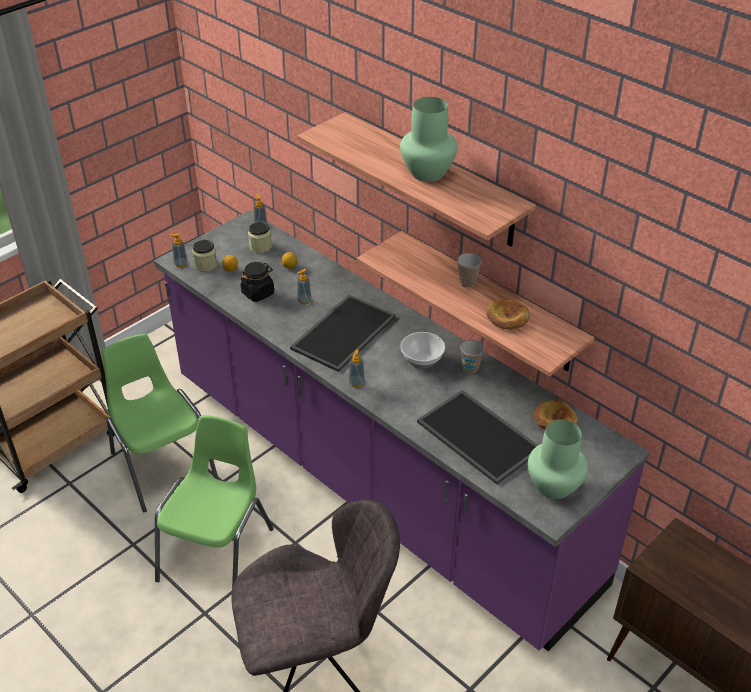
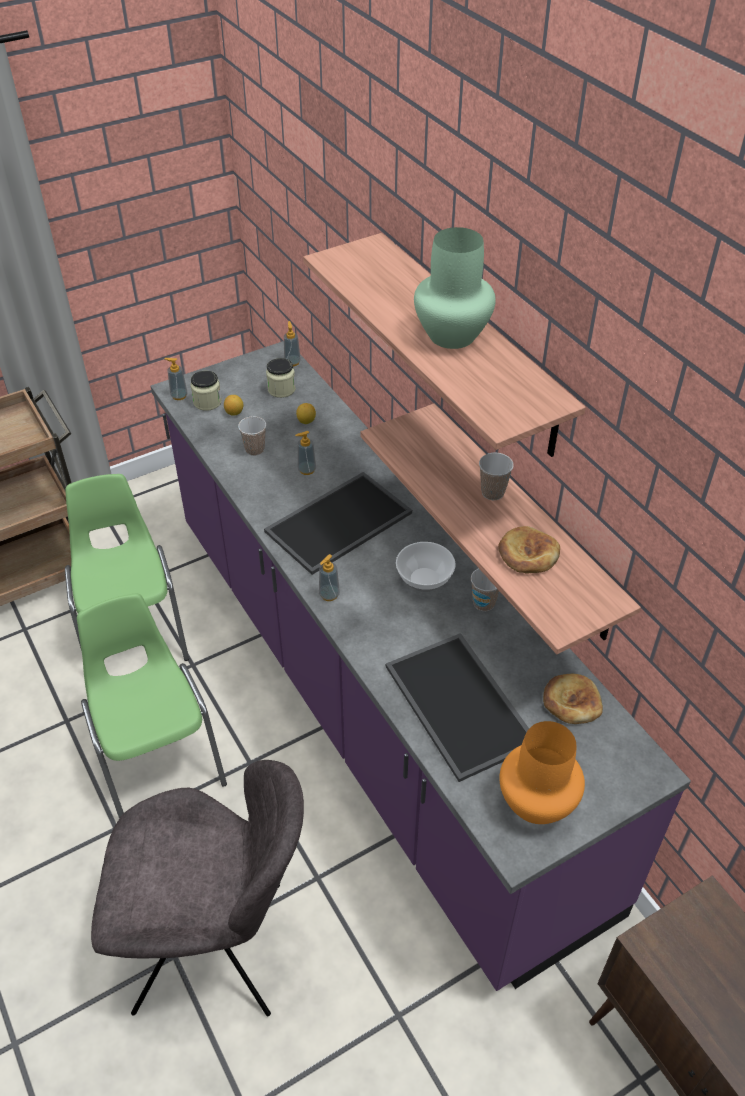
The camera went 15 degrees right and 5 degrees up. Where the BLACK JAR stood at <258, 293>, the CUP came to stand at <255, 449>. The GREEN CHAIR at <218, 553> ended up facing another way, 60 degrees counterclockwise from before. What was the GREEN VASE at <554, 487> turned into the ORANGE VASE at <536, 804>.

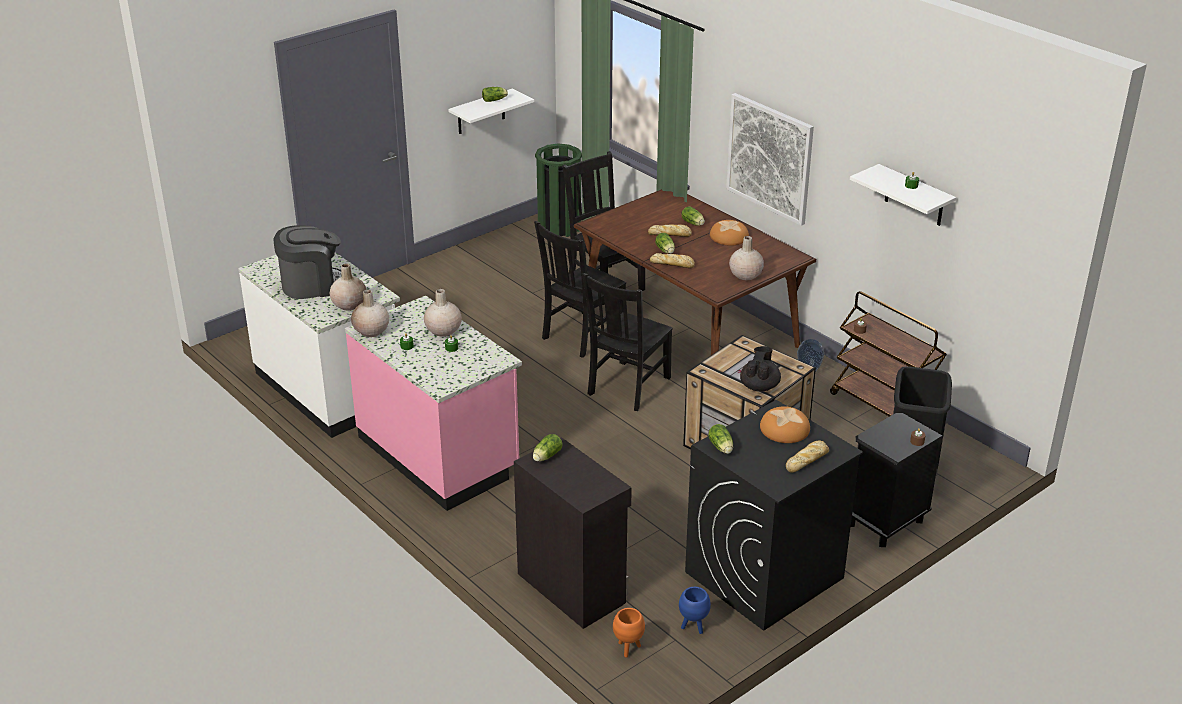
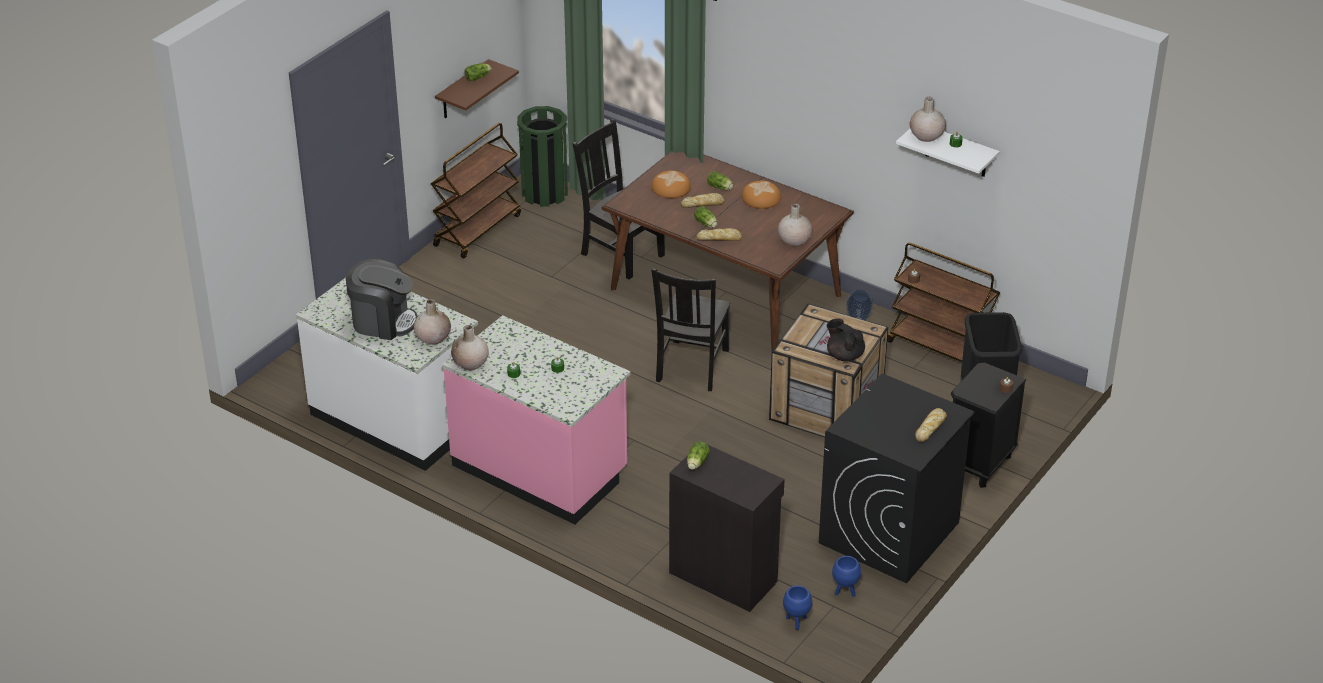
The camera went 15 degrees left and 5 degrees up. What was the WHITE SHELF at <481, 112> turned into the BROWN SHELF at <462, 90>. The second view lost the PICTURE at <769, 158>. The second view lost the BLACK CHAIR at <581, 335>. The COFFEE MACHINE at <312, 285> ended up facing another way, 45 degrees clockwise from before. The BEIGE VASE ended up elsewhere, having gone from <443, 330> to <926, 136>. The BLACK TEAPOT at <759, 386> ended up facing another way, 45 degrees counterclockwise from before. The BREAD ended up elsewhere, having gone from <784, 429> to <670, 188>. The second view lost the LETTUCE at <721, 448>. What was the ORANGE PLANTER at <628, 649> turned into the BLUE PLANTER at <796, 622>. The second view gained the BROWN CART at <477, 229>.

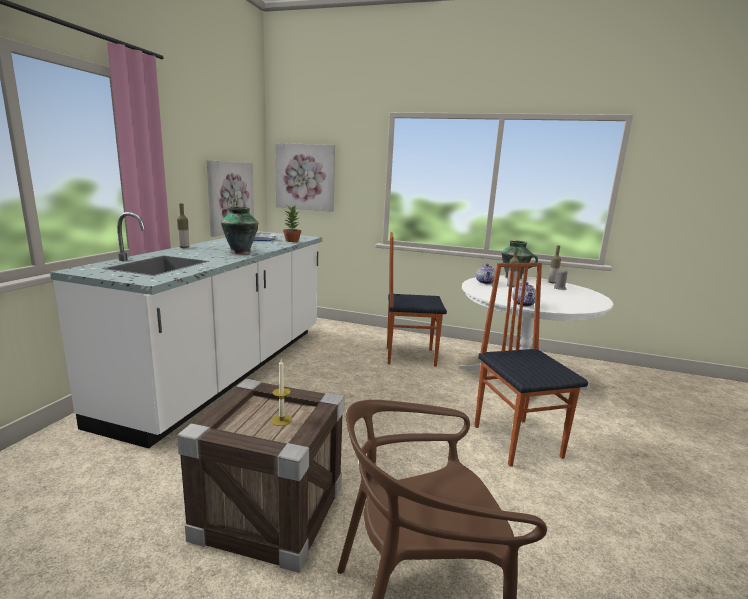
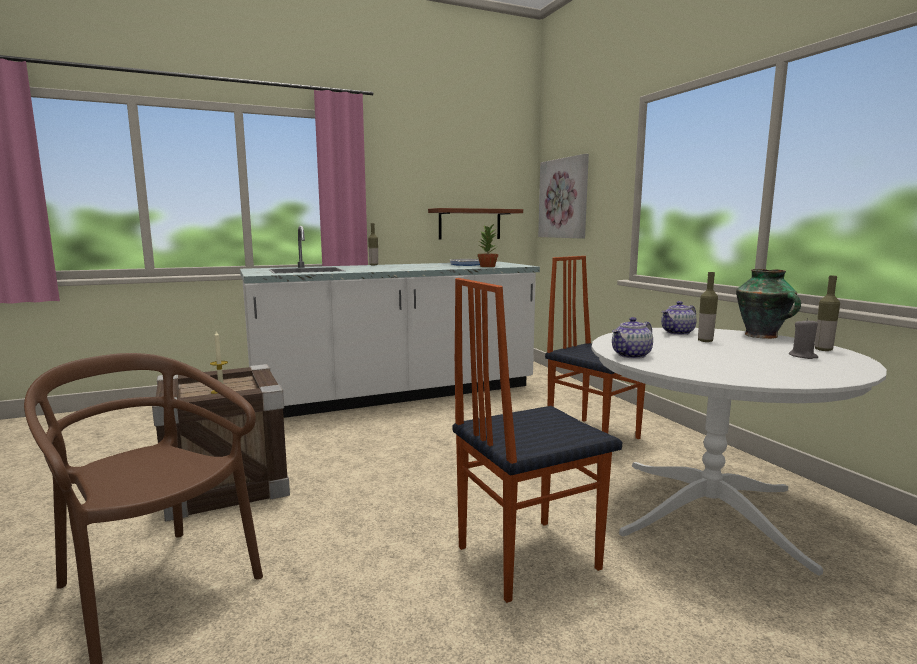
The camera went 50 degrees right and 5 degrees down. Where the PICTURE hung at <230, 197>, the BROWN SHELF came to hang at <469, 224>. The second view lost the VASE at <241, 252>. The CHAIR at <517, 440> ended up facing another way, 150 degrees counterclockwise from before.

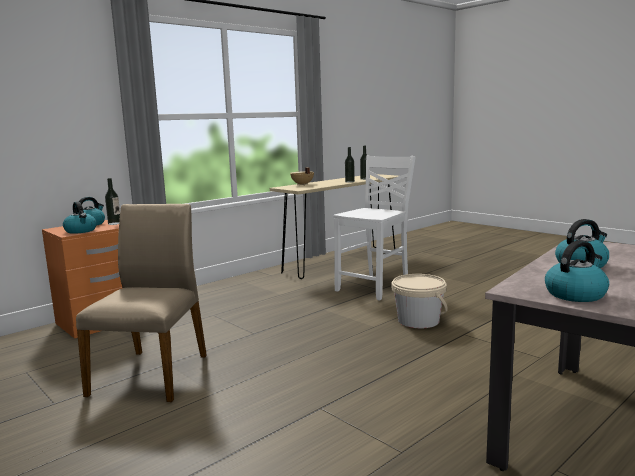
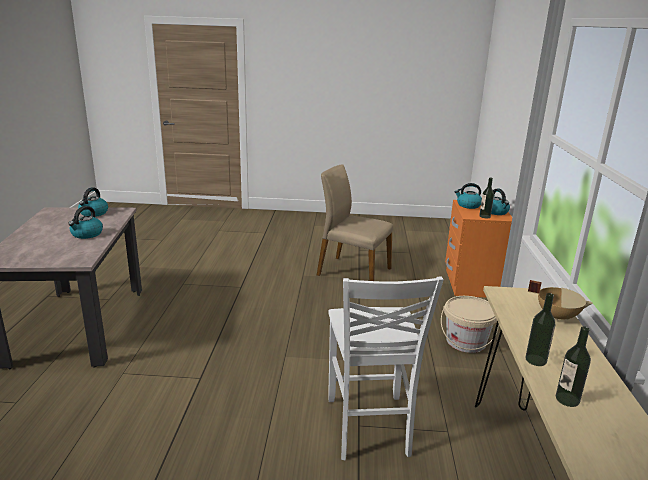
The camera went 135 degrees right and 10 degrees up. The BEIGE CHAIR at <152, 374> ended up facing another way, 150 degrees clockwise from before. The BEIGE BUCKET ended up elsewhere, having gone from <418, 321> to <466, 342>.

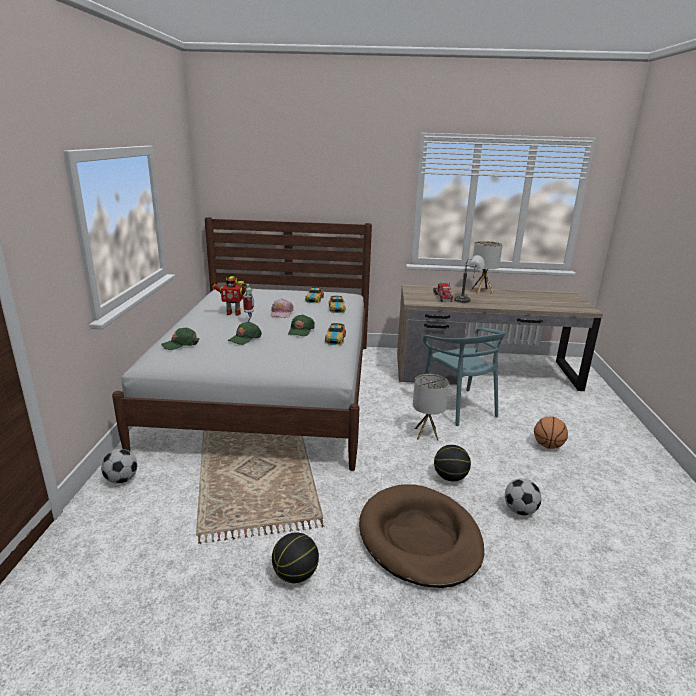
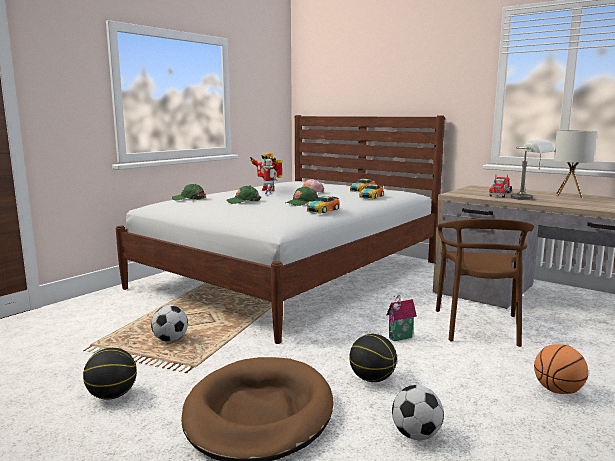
The camera went 35 degrees right and 10 degrees down. What was the TURQUOISE CHAIR at <459, 407> turned into the BROWN CHAIR at <479, 327>. Where the TABLE LAMP stood at <426, 434>, the TOY HOUSE came to stand at <401, 338>. The FOOTBALL ended up elsewhere, having gone from <121, 480> to <170, 340>.

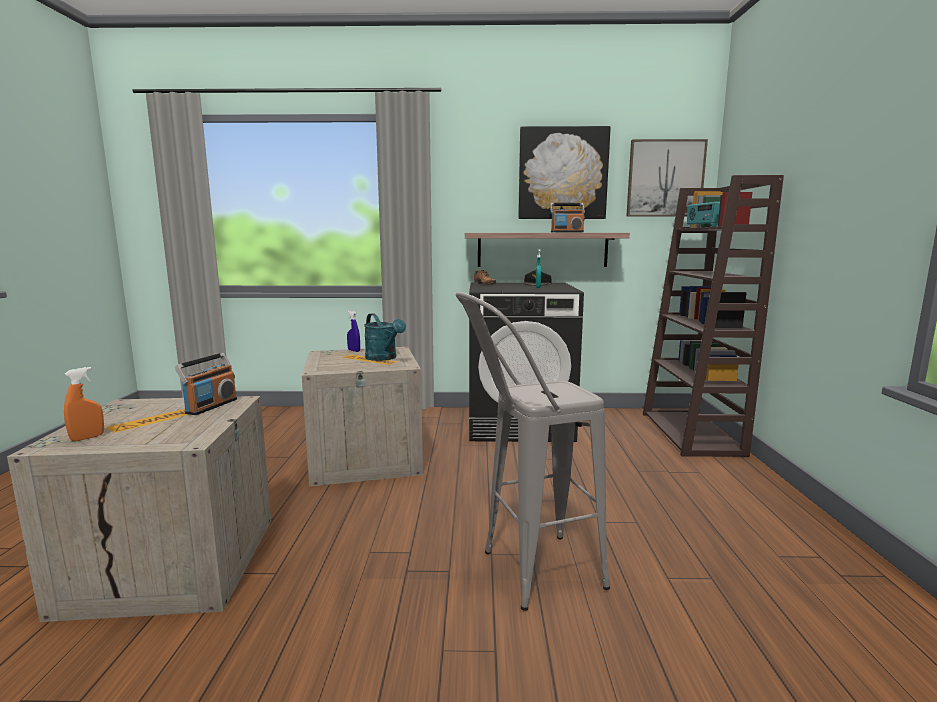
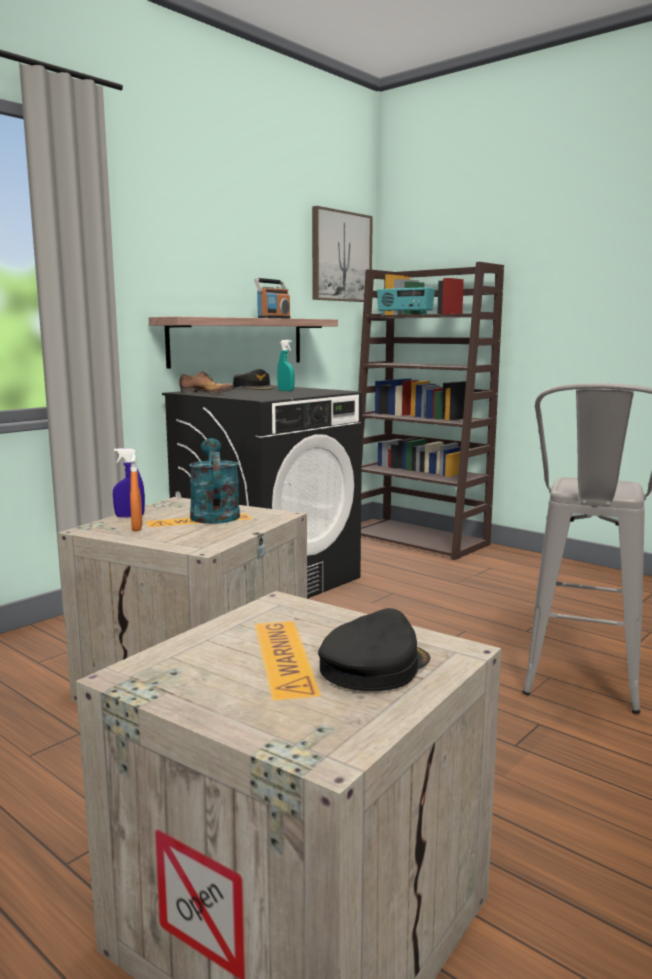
The camera went 50 degrees left and 0 degrees up. The second view lost the PICTURE at <562, 174>. The TURQUOISE WATERING CAN at <384, 358> ended up facing another way, 105 degrees counterclockwise from before. The second view lost the RADIO at <211, 406>. The ORANGE SPRAY BOTTLE ended up elsewhere, having gone from <87, 438> to <137, 528>. The second view gained the BLACK CAP at <373, 666>.

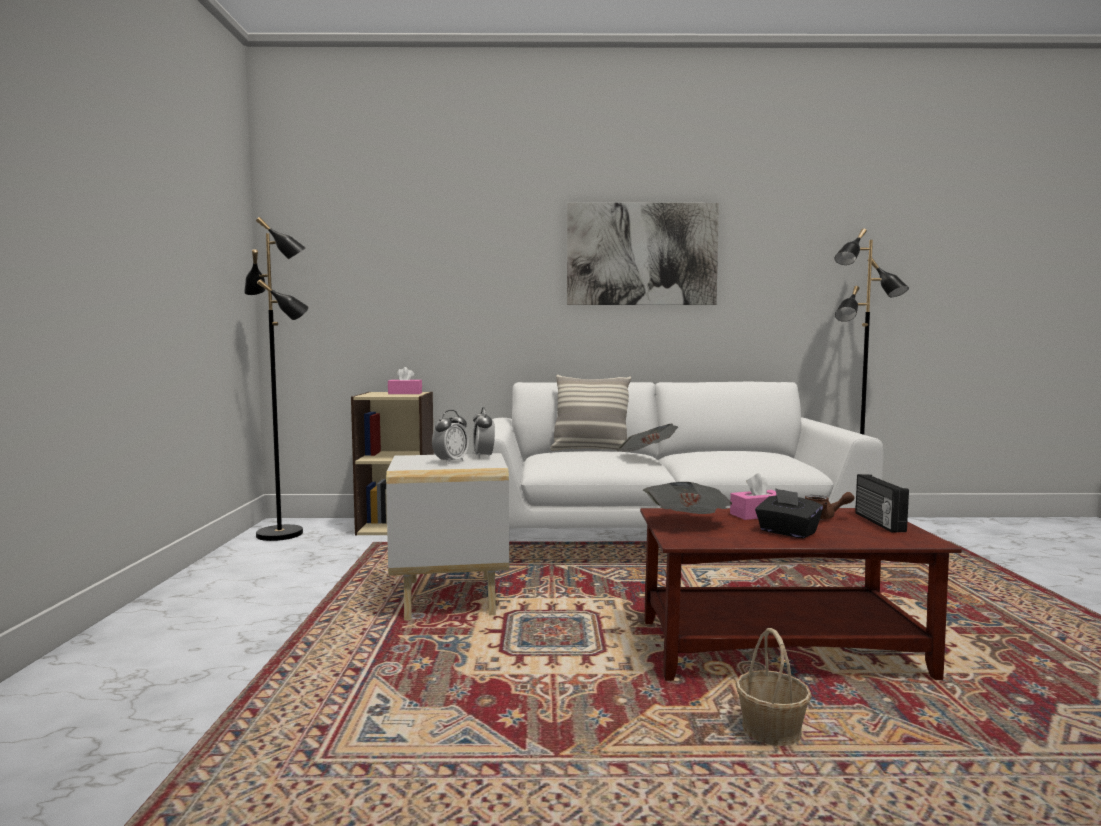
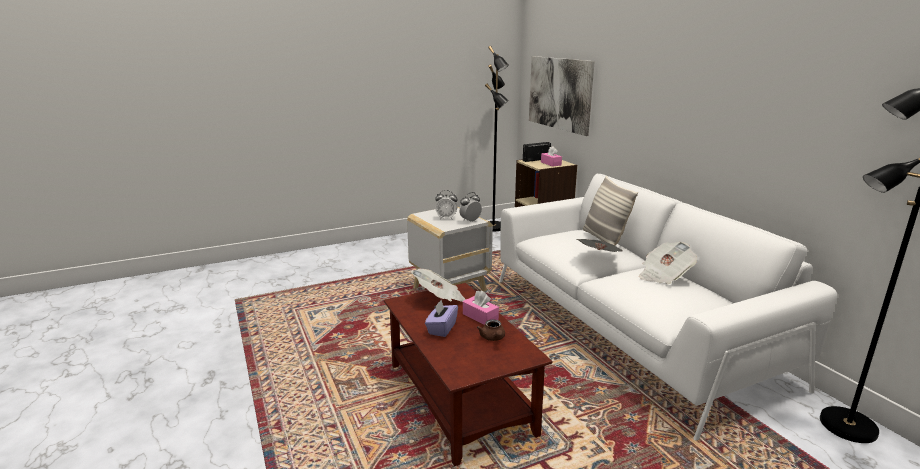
The camera went 65 degrees right and 15 degrees up. The PICTURE ended up elsewhere, having gone from <642, 254> to <559, 93>. The RADIO ended up elsewhere, having gone from <878, 522> to <536, 159>. What was the BLACK TISSUE BOX at <787, 532> turned into the PURPLE TISSUE BOX at <441, 328>. The second view lost the BASKET at <771, 731>. The second view gained the NEWSPAPER at <664, 276>.

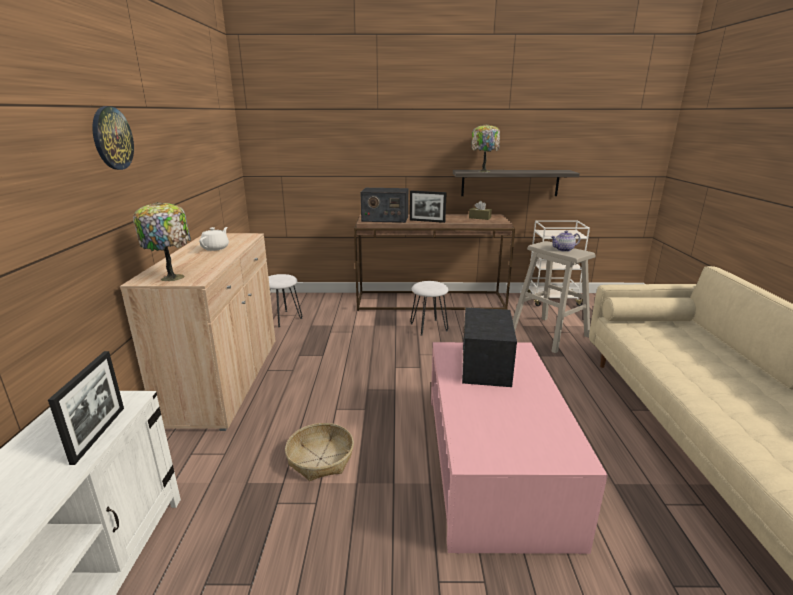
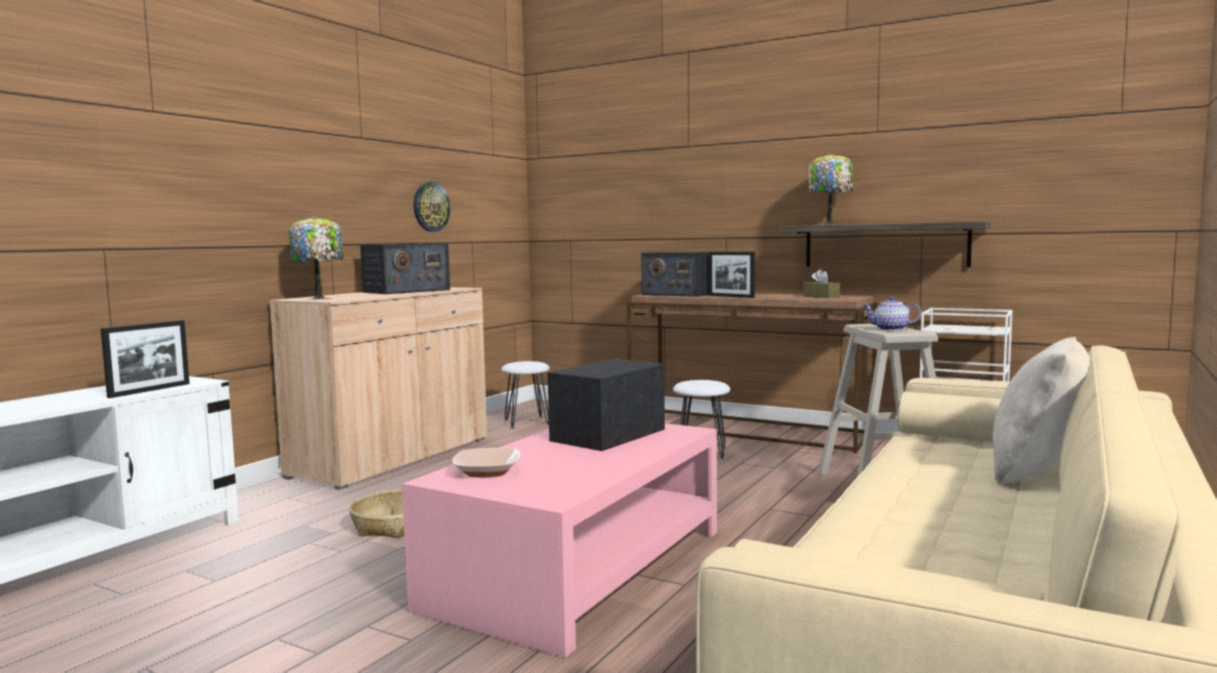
The camera went 30 degrees right and 15 degrees down. The WALL CLOCK ended up elsewhere, having gone from <112, 138> to <430, 206>. Where the WHITE TEAPOT stood at <216, 248>, the RADIO came to stand at <406, 291>. The second view gained the BEIGE PILLOW at <1039, 472>. The second view gained the BOWL at <487, 472>.

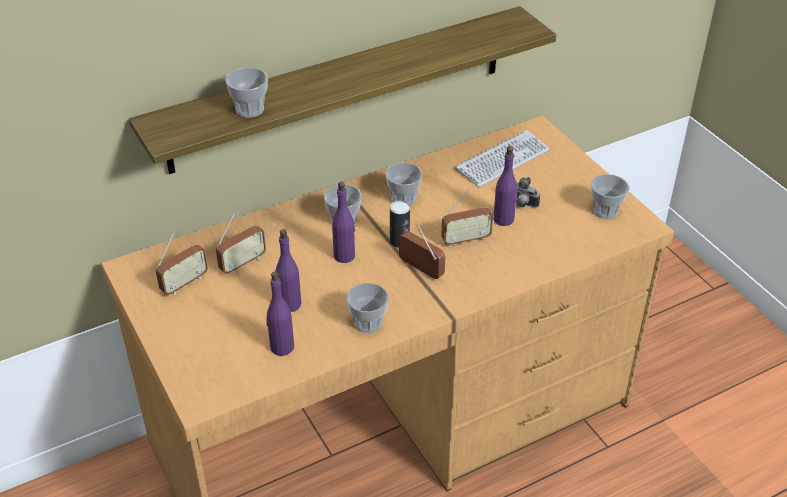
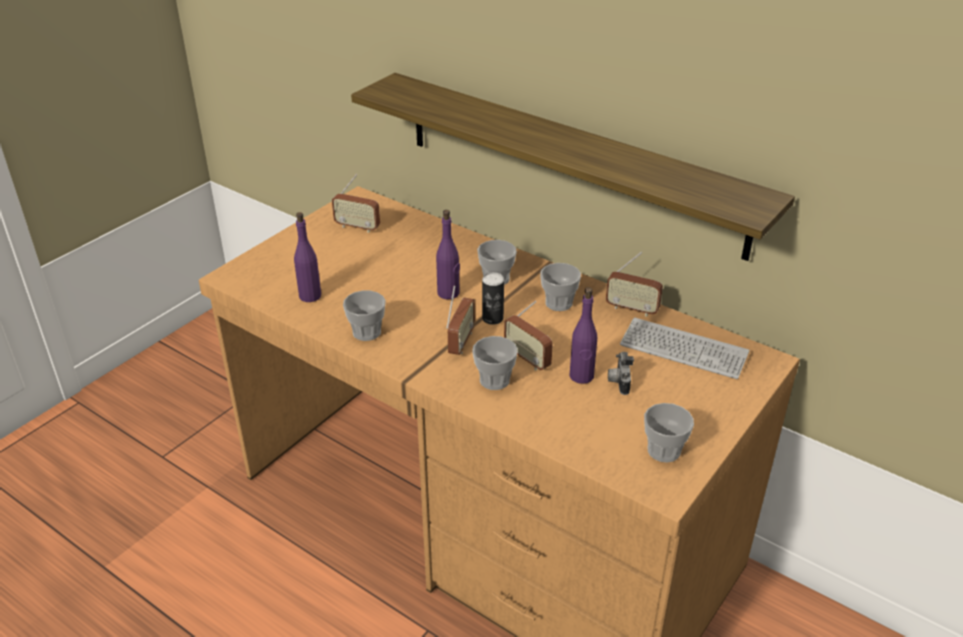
The camera went 65 degrees right and 5 degrees down. The CUP ended up elsewhere, having gone from <249, 109> to <494, 380>. The RADIO ended up elsewhere, having gone from <242, 263> to <632, 309>. The second view lost the PURPLE BOTTLE at <290, 304>.

